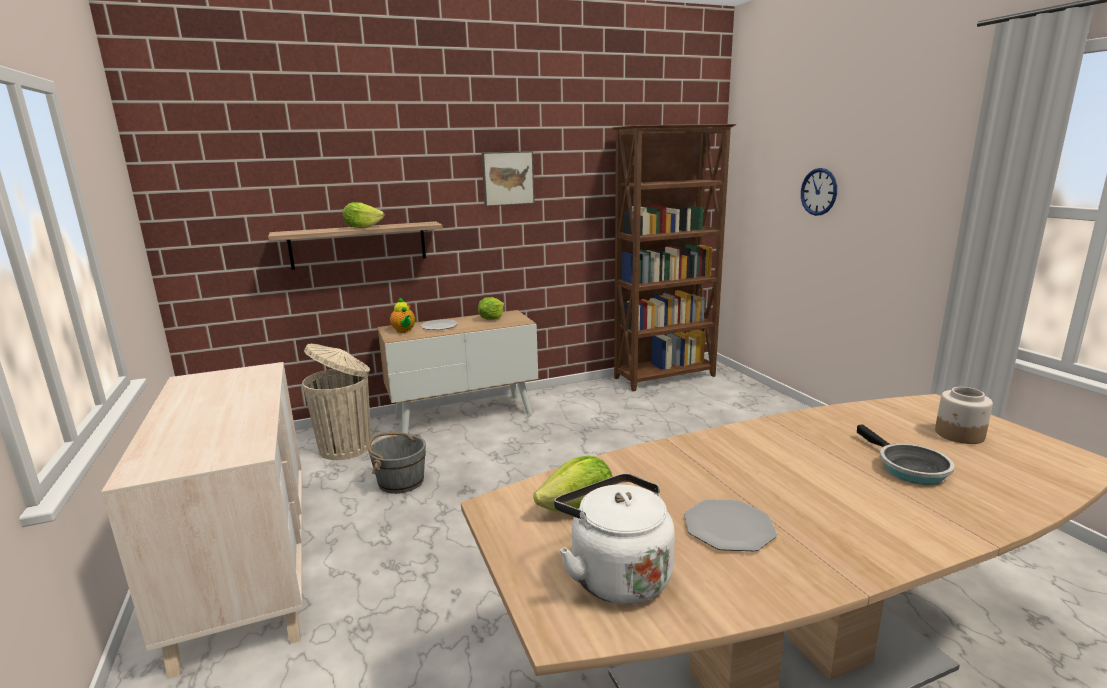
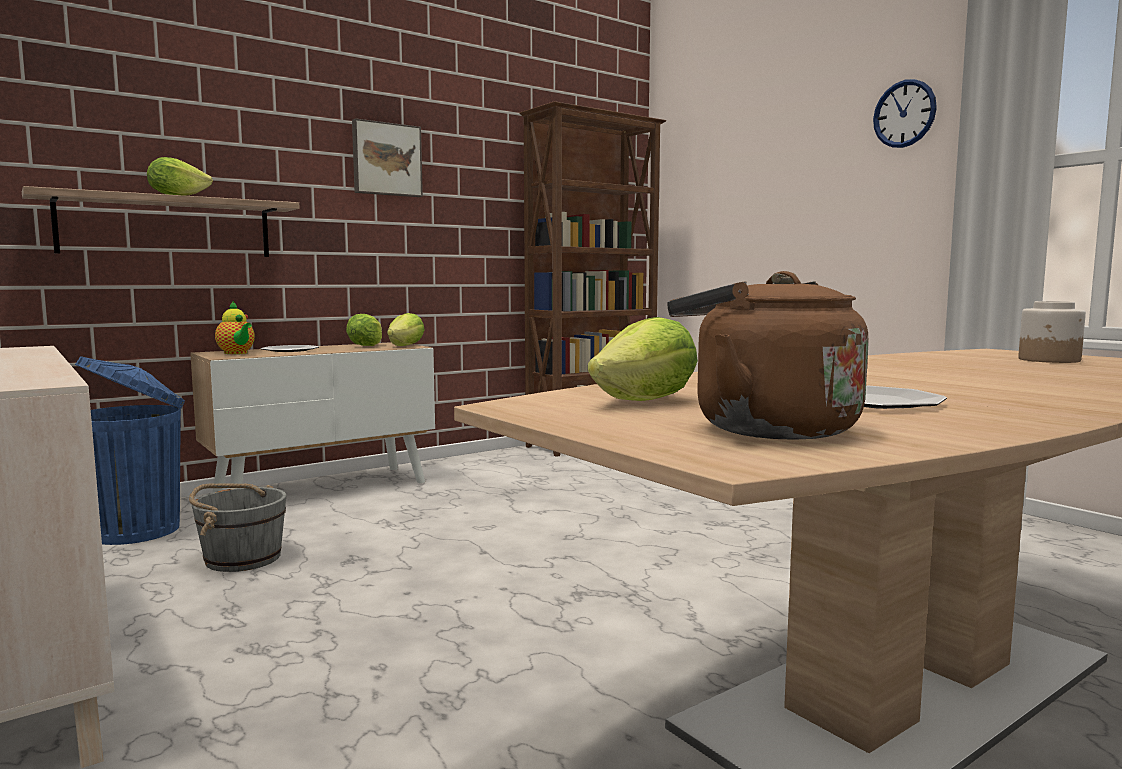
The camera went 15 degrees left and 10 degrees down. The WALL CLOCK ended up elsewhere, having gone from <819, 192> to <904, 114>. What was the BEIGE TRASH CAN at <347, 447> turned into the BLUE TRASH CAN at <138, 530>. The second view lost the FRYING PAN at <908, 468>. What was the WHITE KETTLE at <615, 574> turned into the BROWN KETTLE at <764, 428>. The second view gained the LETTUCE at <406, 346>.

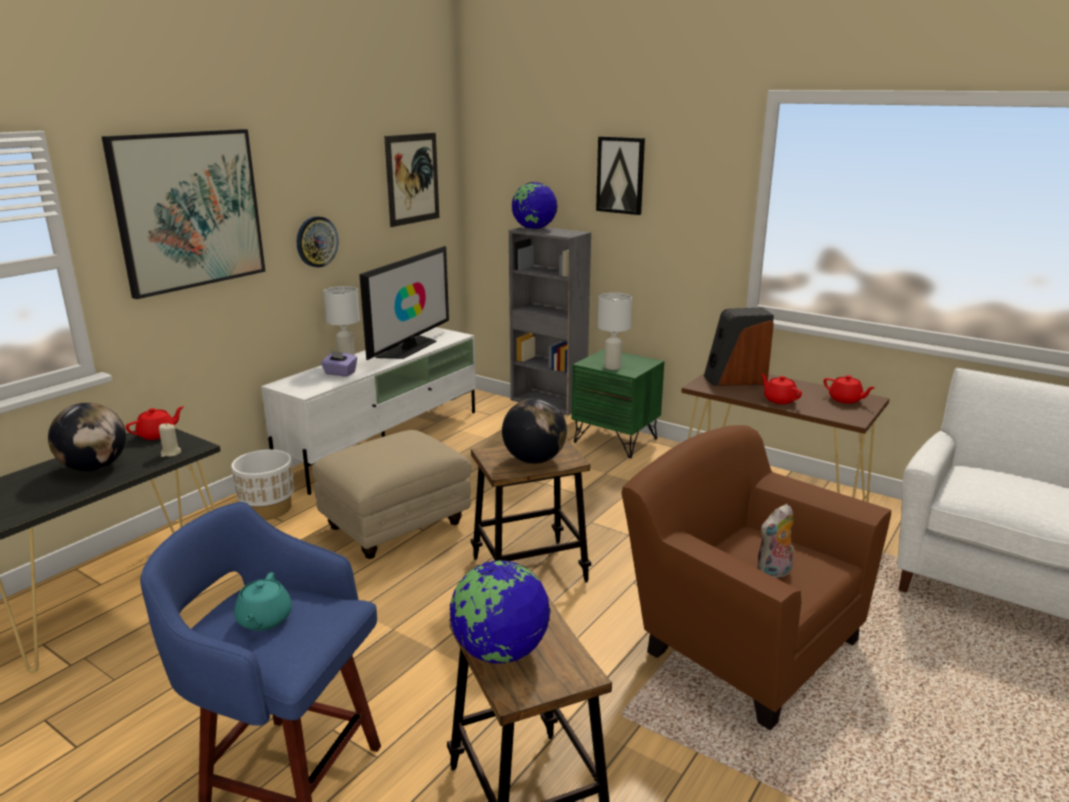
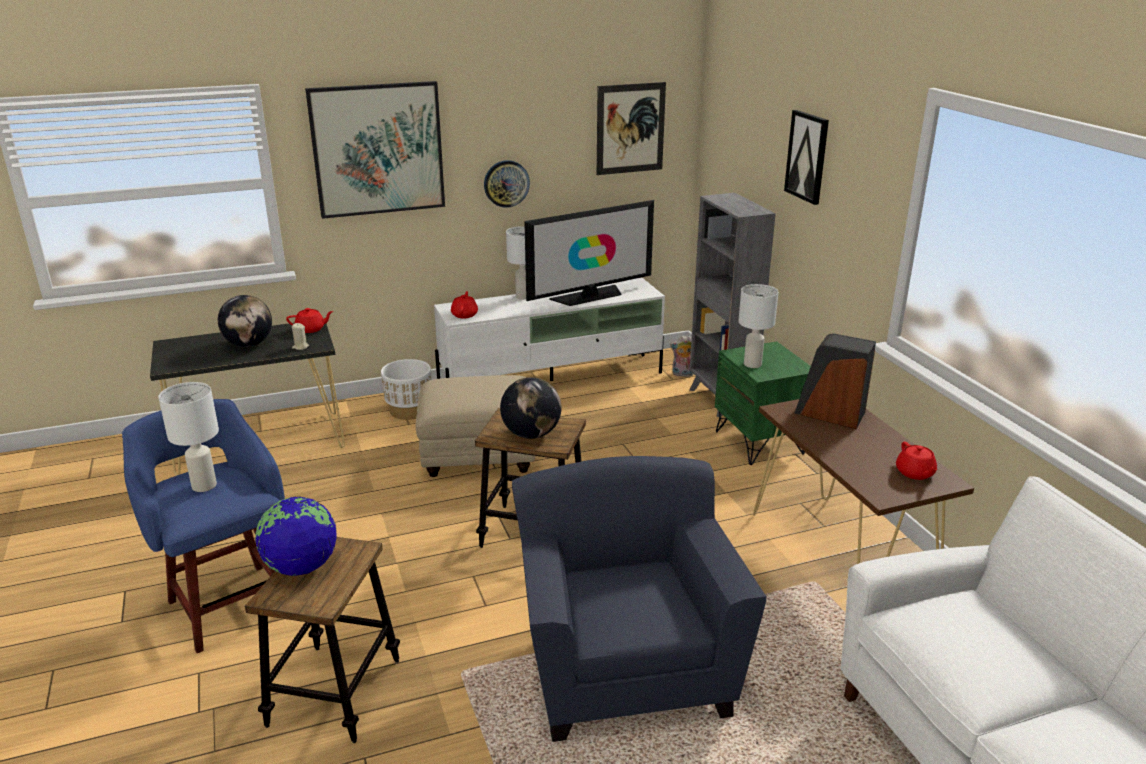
The camera went 35 degrees right and 5 degrees up. The second view lost the GLOBE at <534, 229>. The second view lost the PURPLE TISSUE BOX at <340, 373>. The RED TEAPOT ended up elsewhere, having gone from <779, 400> to <464, 314>. What was the BROWN ARMCHAIR at <740, 643> turned into the BLUE ARMCHAIR at <624, 667>. The PLUSH TOY ended up elsewhere, having gone from <774, 574> to <682, 374>. Where the TURQUOISE TEAPOT stood at <264, 620>, the WHITE TABLE LAMP came to stand at <204, 486>.

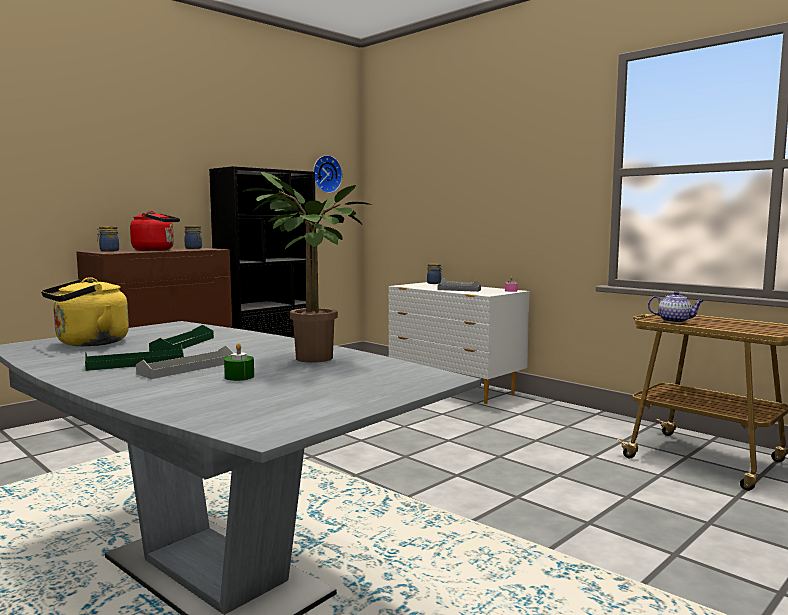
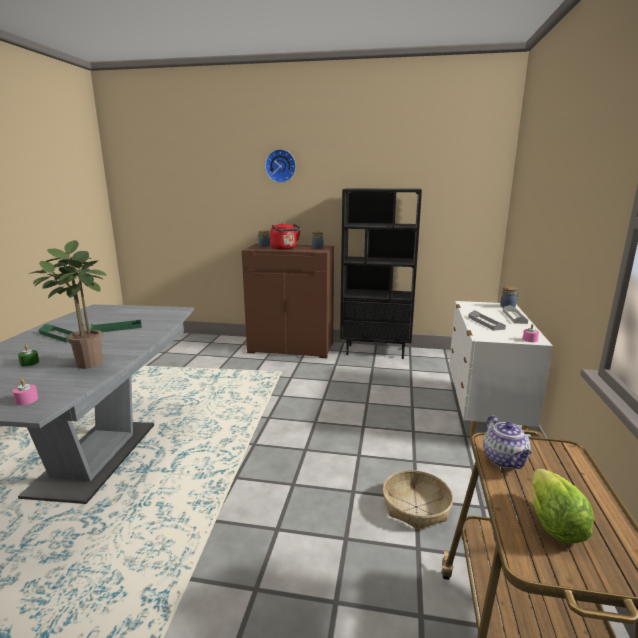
The camera went 55 degrees right and 10 degrees up. The WALL CLOCK ended up elsewhere, having gone from <325, 174> to <281, 166>. The second view lost the YELLOW KETTLE at <88, 343>. The second view lost the GREY TRAY at <187, 368>. The second view gained the PINK CANDLE at <26, 400>. The second view gained the LETTUCE at <553, 524>. The second view gained the BASKET at <416, 507>.

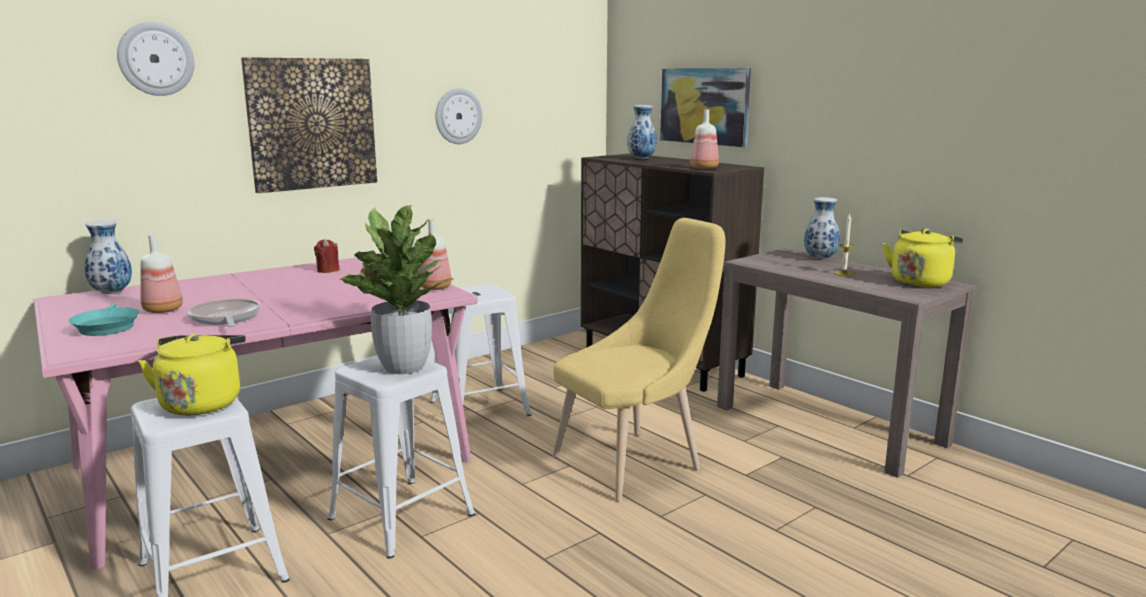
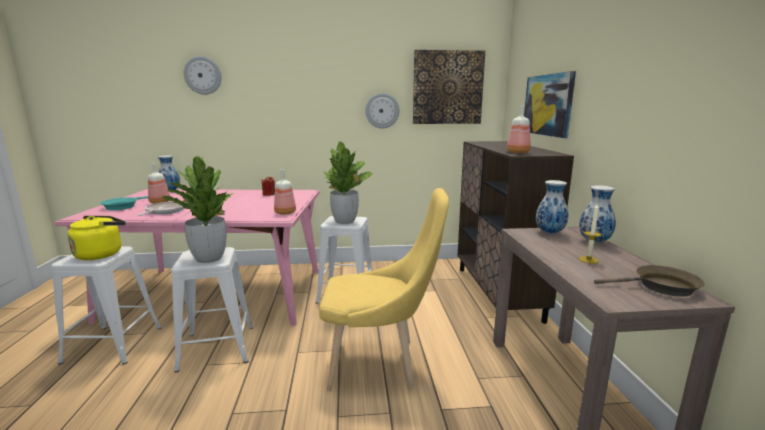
The camera went 35 degrees right and 0 degrees up. The PICTURE ended up elsewhere, having gone from <312, 123> to <447, 88>. The VASE ended up elsewhere, having gone from <641, 158> to <550, 232>. Where the YELLOW KETTLE stood at <920, 282>, the BROWN FRYING PAN came to stand at <661, 287>. The second view gained the POTTED PLANT at <345, 221>.

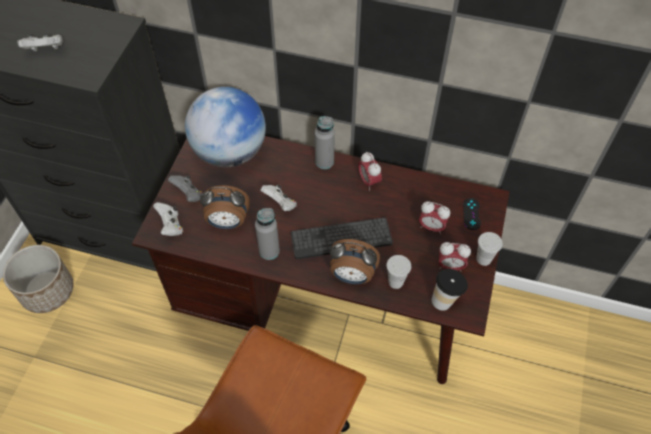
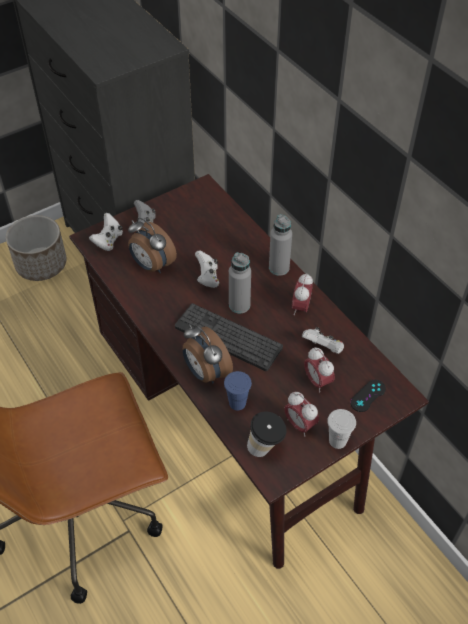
The camera went 40 degrees right and 5 degrees down. The WHITE GAME CONTROLLER ended up elsewhere, having gone from <46, 50> to <323, 348>. The second view lost the GLOBE at <230, 152>. The GREY BOTTLE ended up elsewhere, having gone from <269, 251> to <239, 305>. What was the WHITE CUP at <396, 282> turned into the BLUE CUP at <237, 403>.

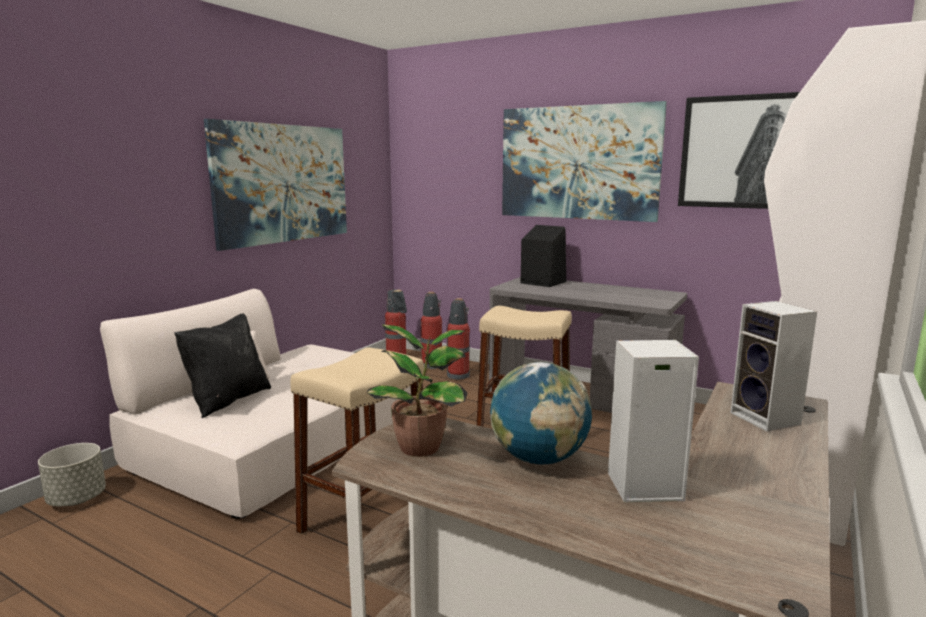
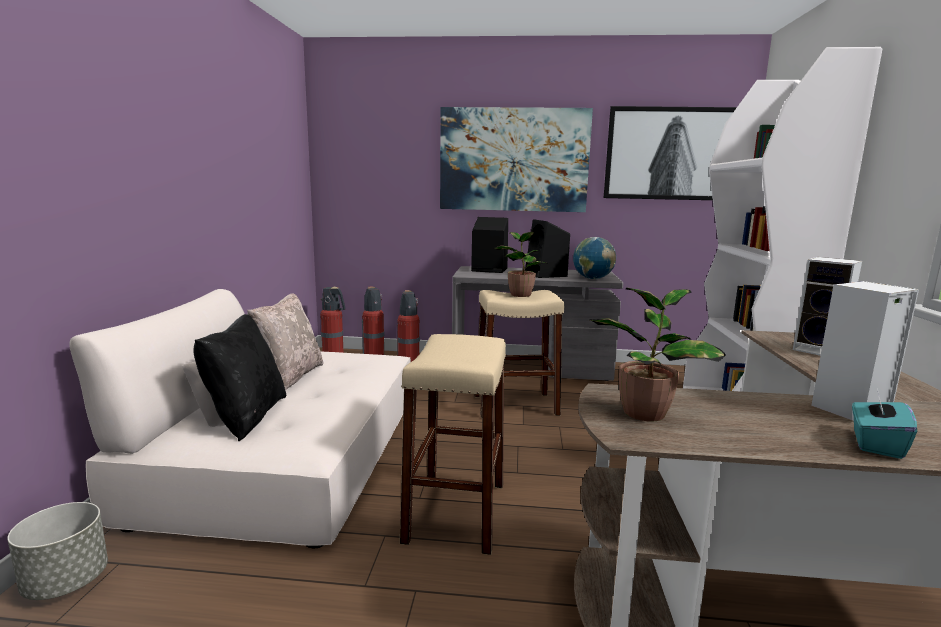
The camera went 25 degrees left and 0 degrees up. The second view lost the PICTURE at <283, 183>. The GLOBE ended up elsewhere, having gone from <539, 459> to <592, 279>. The second view gained the BLACK SPEAKER at <546, 275>. The second view gained the POTTED PLANT at <519, 294>. The second view gained the BEIGE PILLOW at <288, 377>. The second view gained the TURQUOISE TISSUE BOX at <875, 444>.

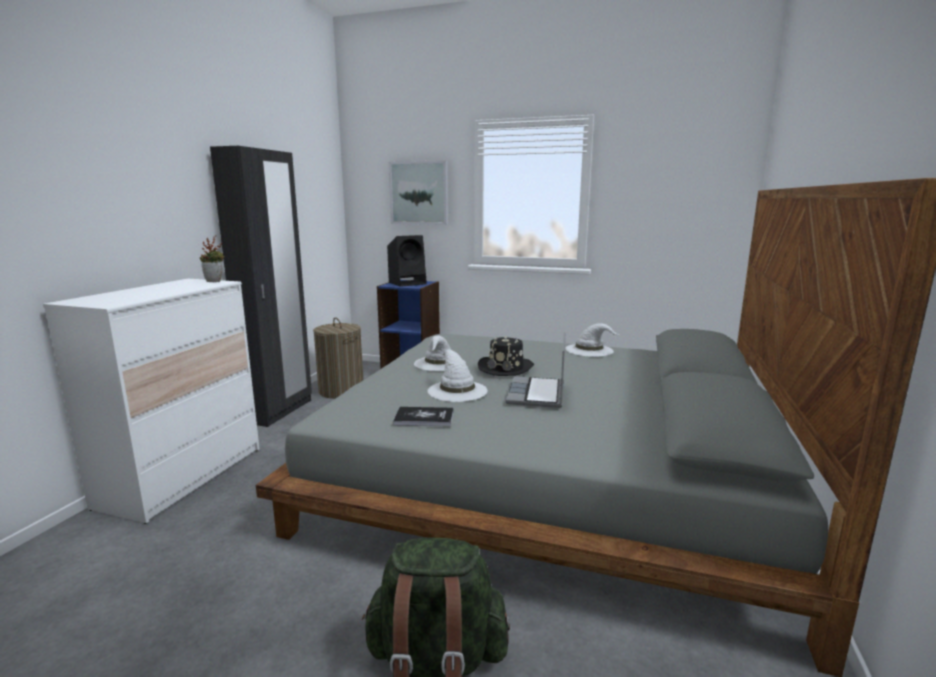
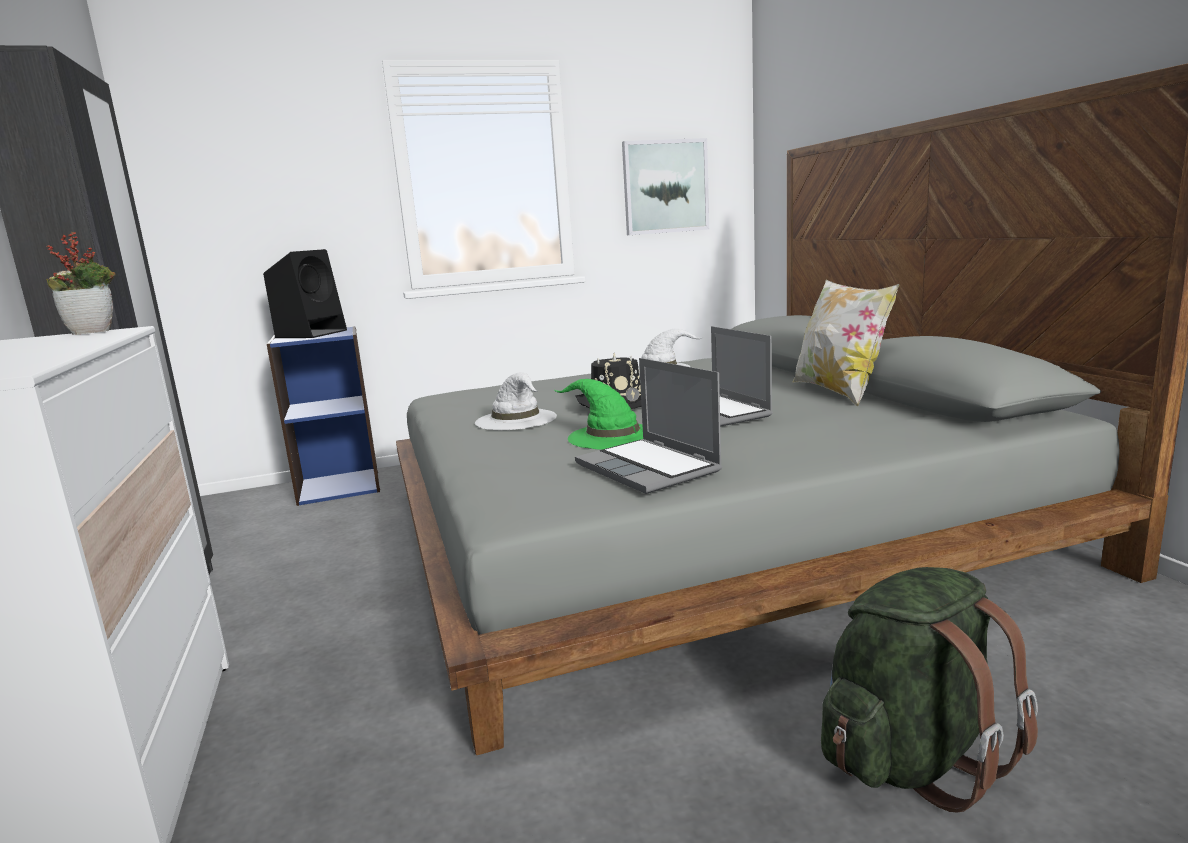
The camera went 35 degrees left and 0 degrees up. The PICTURE ended up elsewhere, having gone from <419, 193> to <665, 187>. The second view lost the LAUNDRY BASKET at <341, 390>. What was the WHITE HAT at <456, 390> turned into the GREEN HAT at <611, 436>. Where the BOOK stood at <424, 418>, the LAPTOP came to stand at <649, 468>. The second view gained the PILLOW at <839, 391>.

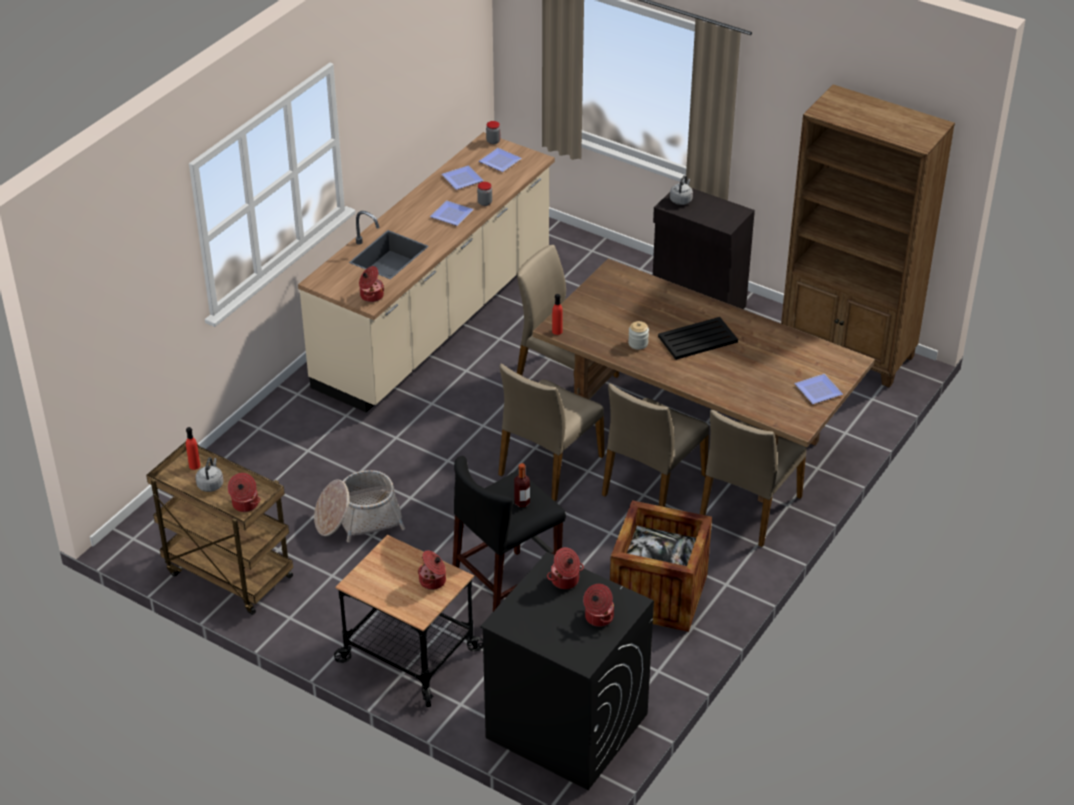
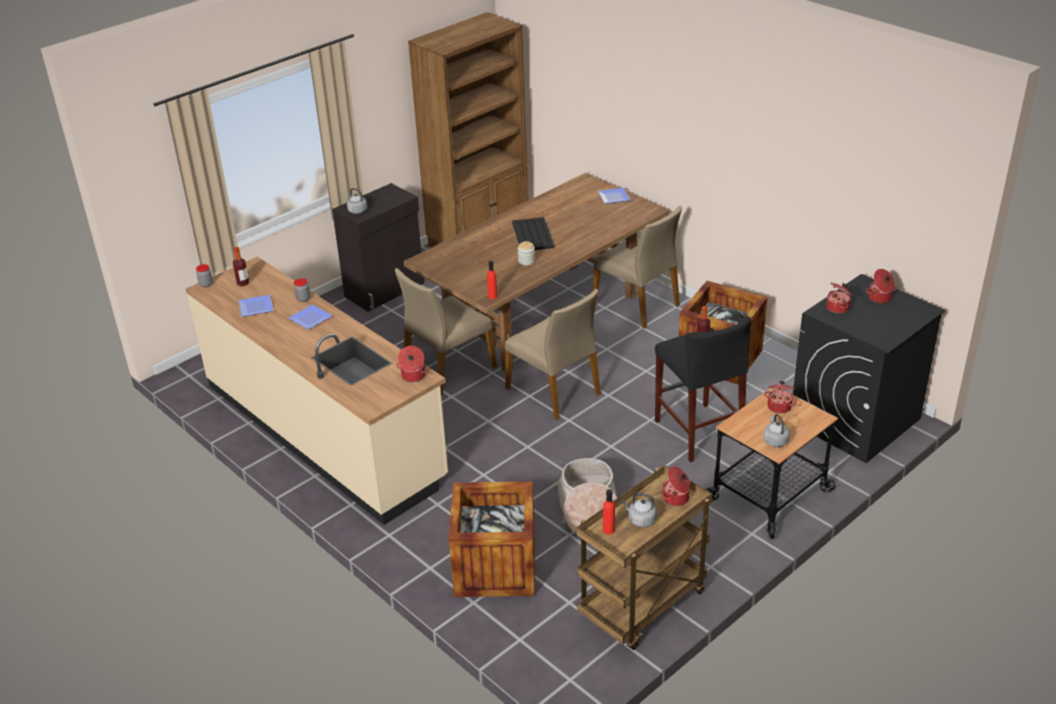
The camera went 75 degrees left and 5 degrees down. Where the PLATE stood at <501, 161>, the BOTTLE came to stand at <243, 283>. The second view lost the BEIGE CHAIR at <652, 484>. The second view gained the GREY KETTLE at <775, 440>. The second view gained the CRATE at <495, 567>.

